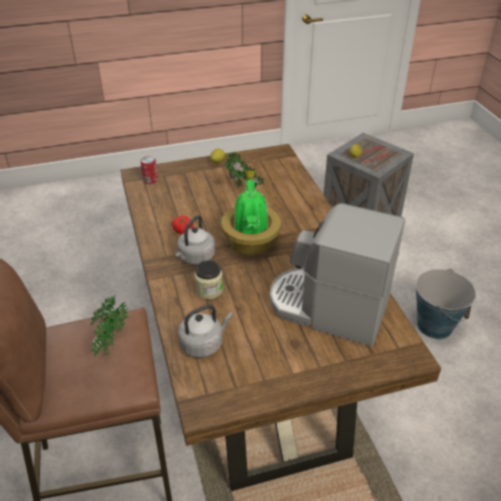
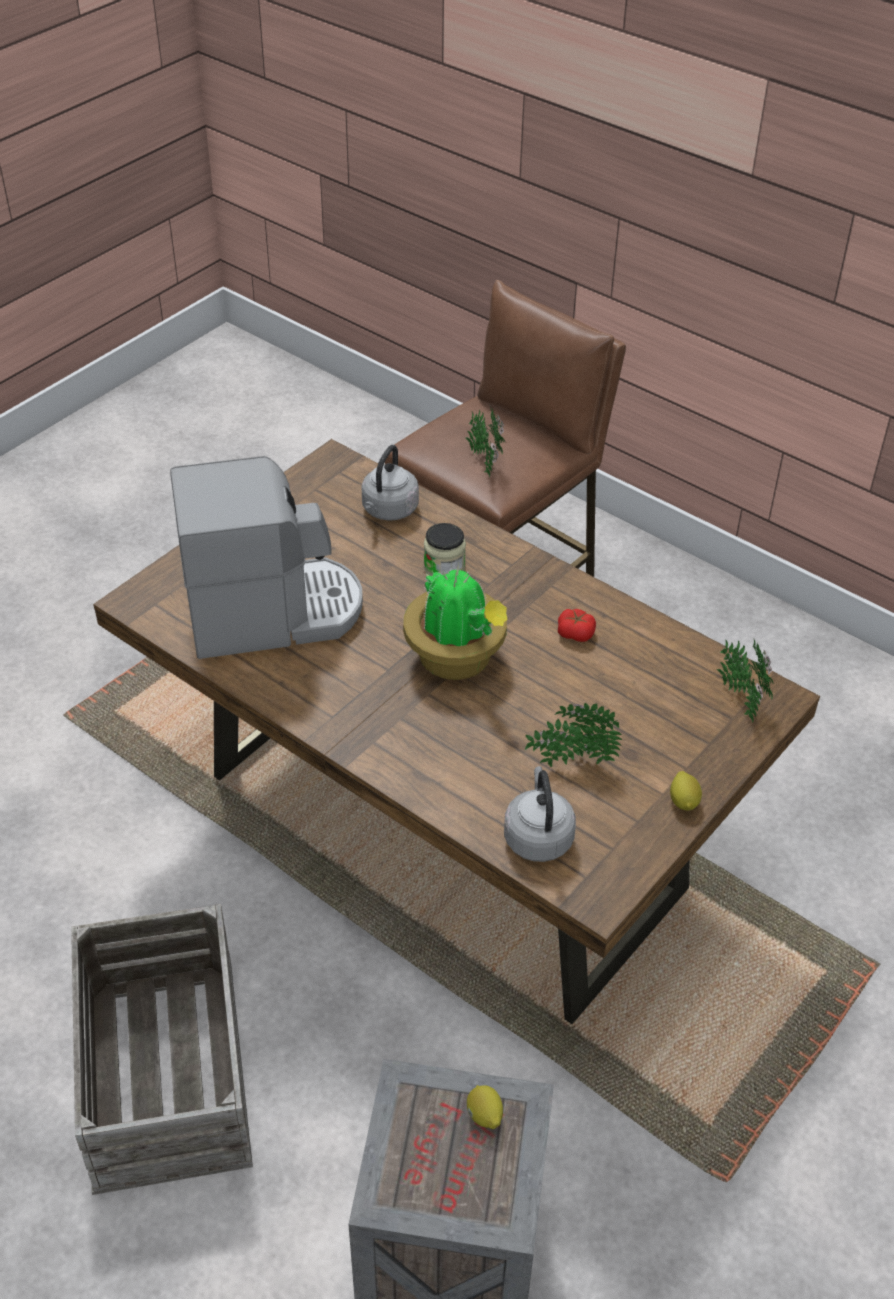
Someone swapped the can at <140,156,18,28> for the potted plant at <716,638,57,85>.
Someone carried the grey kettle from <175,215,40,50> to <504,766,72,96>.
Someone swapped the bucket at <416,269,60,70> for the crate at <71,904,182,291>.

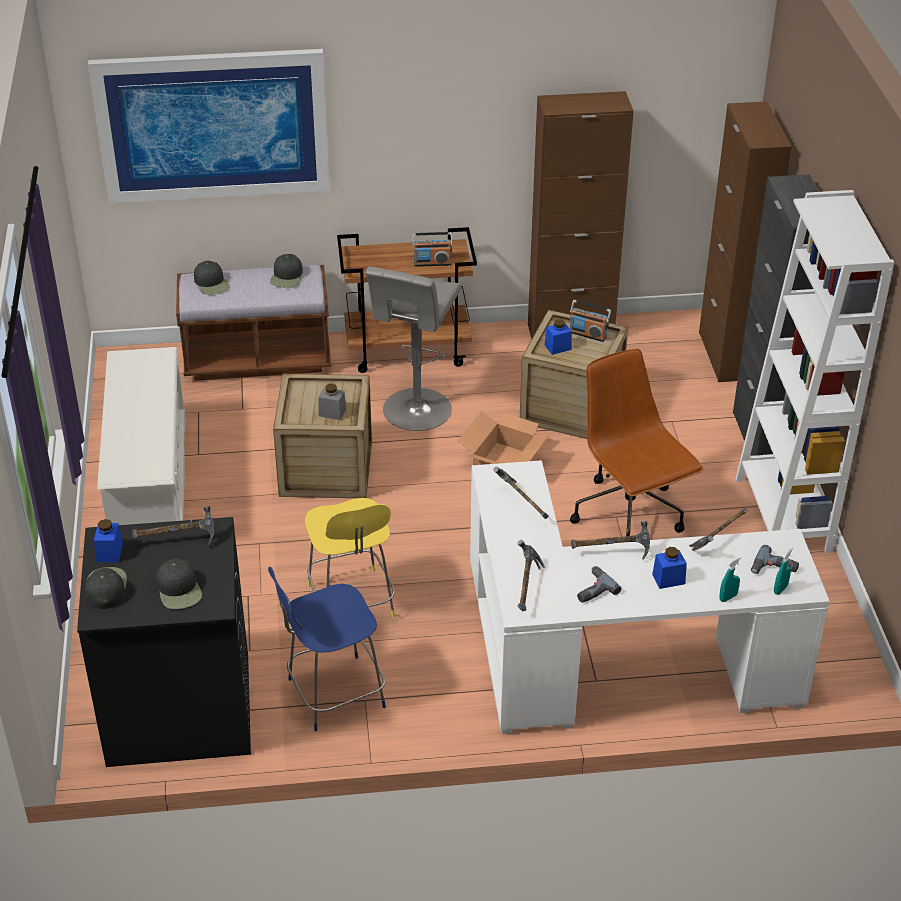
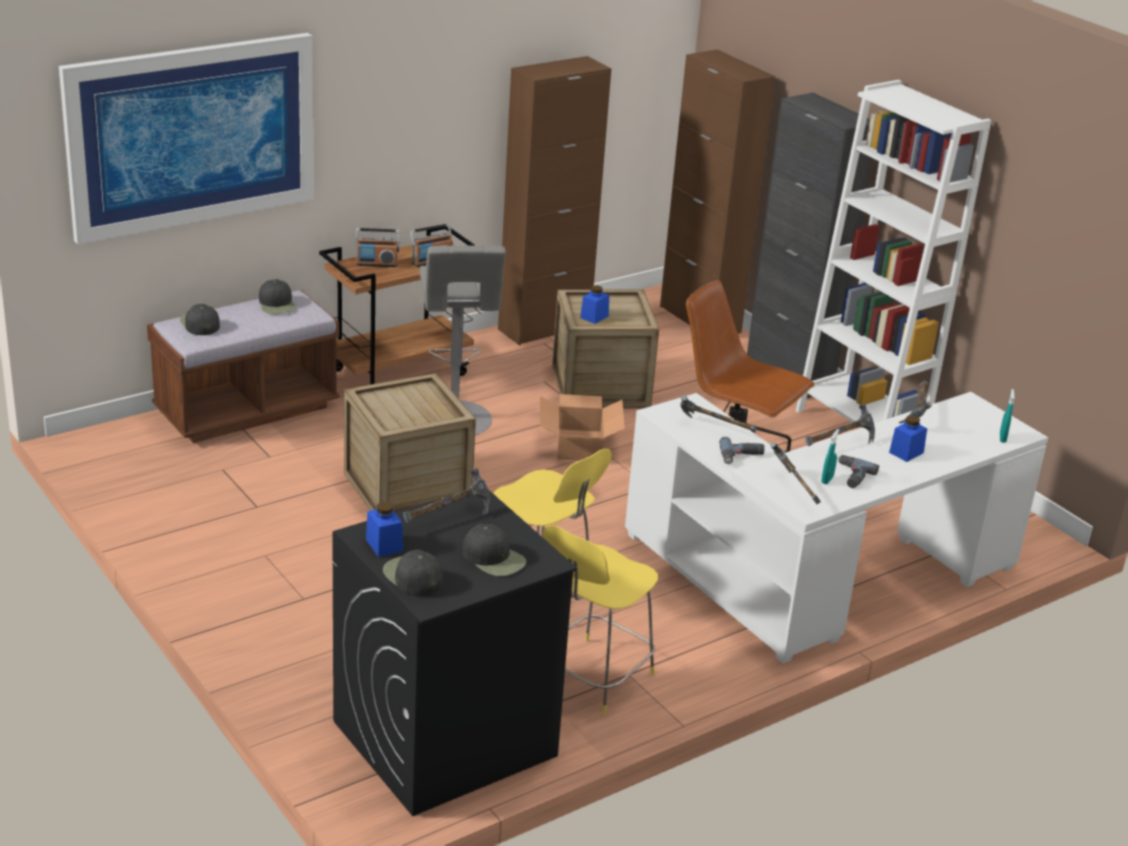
Someone took away the white shoe rack at <97,347,89,178>.
Someone rotated the black cap at <194,260,36,35> by 150 degrees counterclockwise.
Someone repainted the blue stool at <268,567,118,165>, which became the yellow stool at <543,525,115,191>.
Someone took away the grey jar at <319,384,27,36>.
Someone carried the radio from <570,300,41,42> to <355,228,45,39>.
Someone carried the turquoise spray bottle from <720,556,21,46> to <821,429,18,55>.
Someone carried the power drill from <751,545,48,29> to <719,437,45,27>.

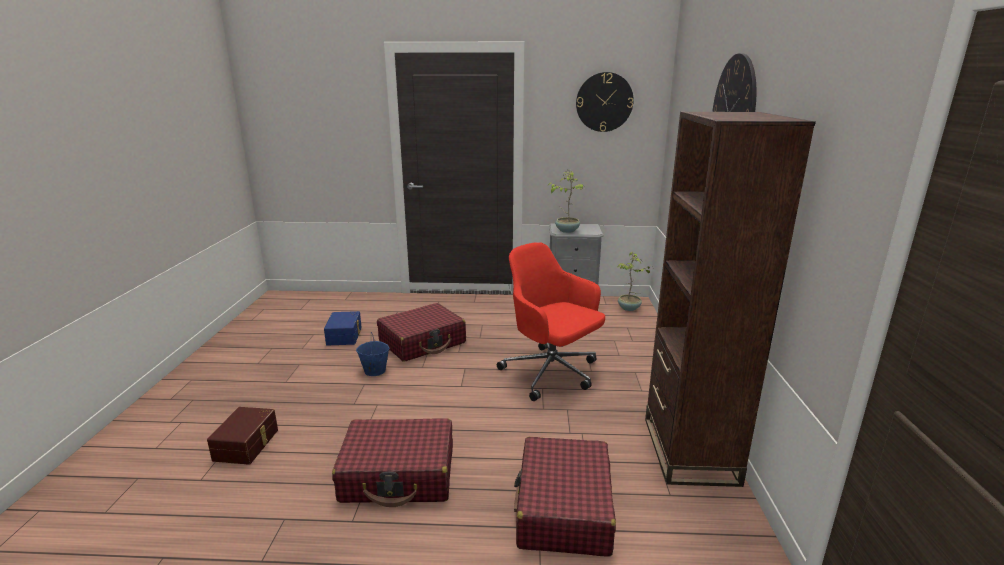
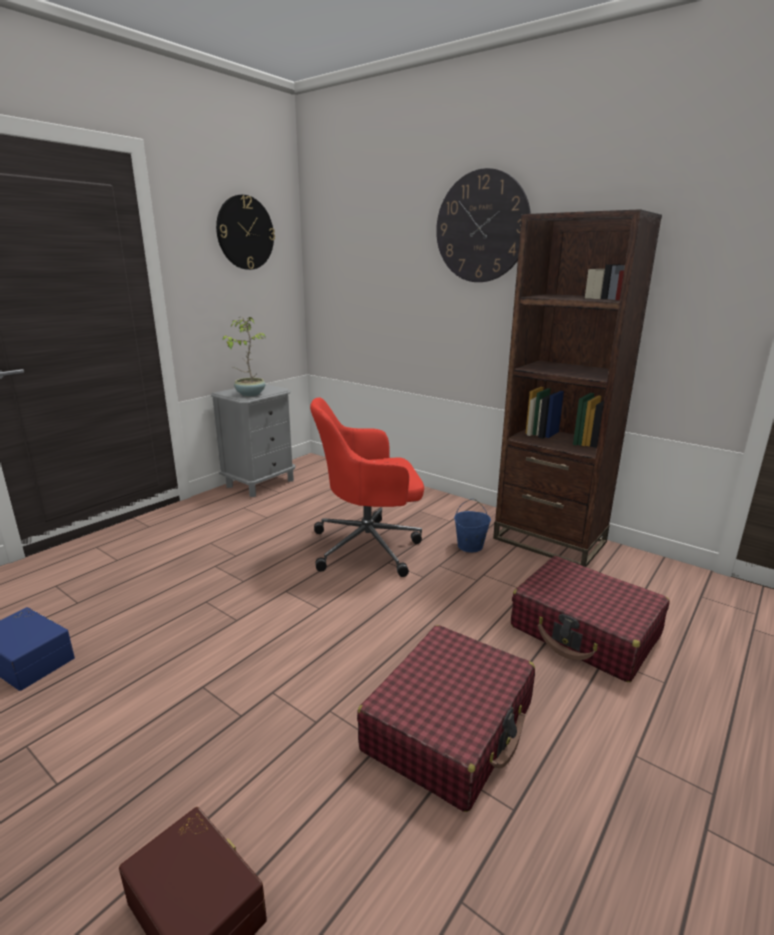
Someone carried the blue bucket from <356,332,33,44> to <454,499,37,53>.
Someone took away the red suitcase at <377,303,89,59>.
Someone took away the potted plant at <617,252,33,59>.

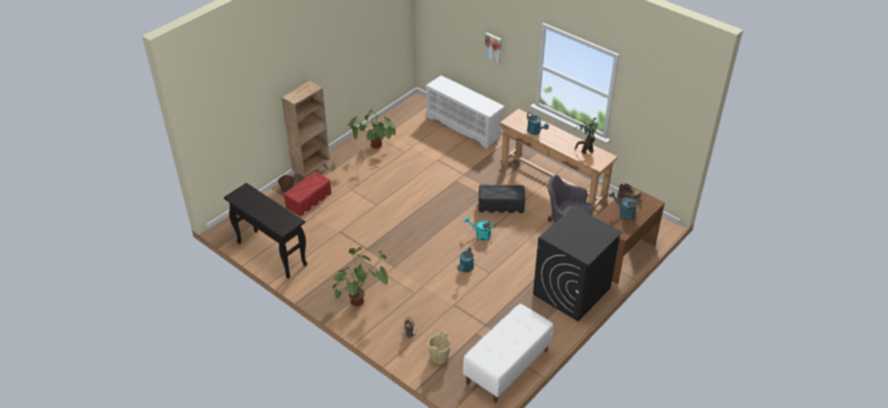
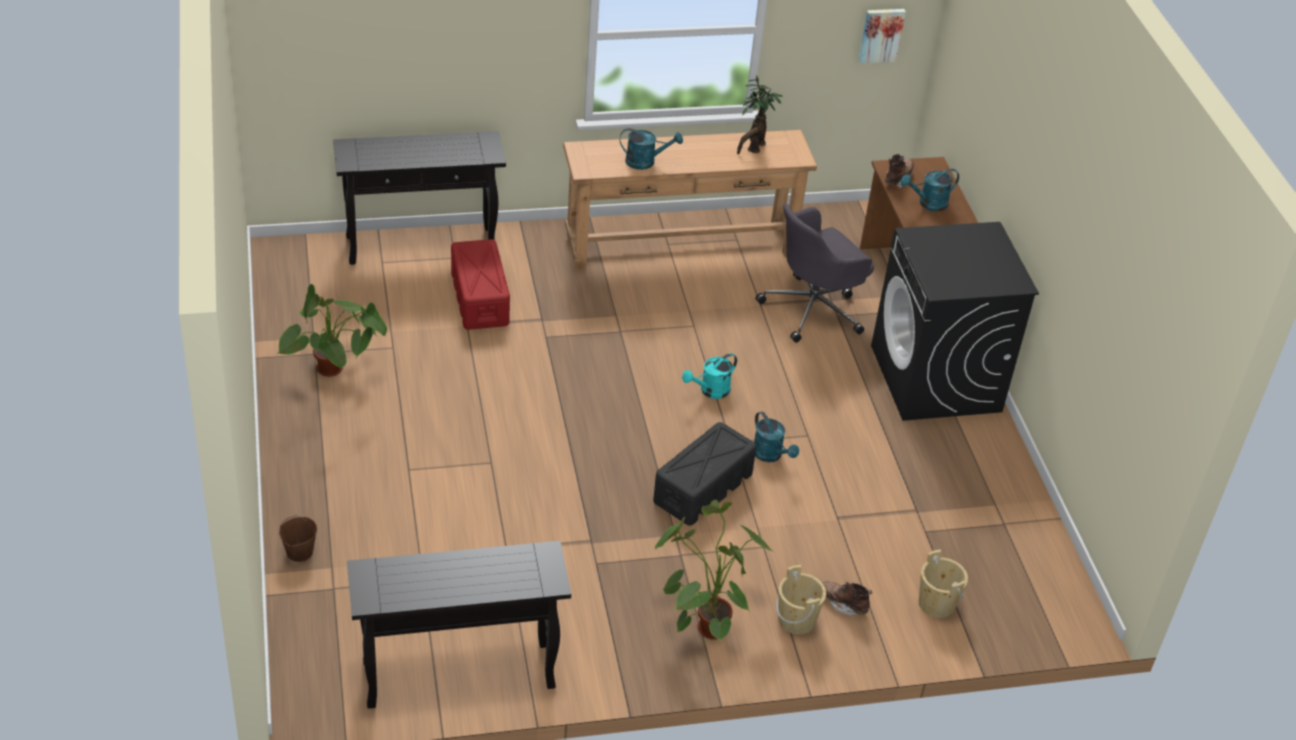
Someone took away the brown bookcase at <281,81,49,97>.
Someone carried the red storage box from <284,172,47,44> to <451,239,59,91>.
Someone swapped the white shoe rack at <426,75,79,73> for the black console table at <333,131,173,134>.
Someone took away the white bench at <463,304,91,99>.
Someone carried the black storage box from <479,185,46,28> to <653,422,103,103>.
Someone carried the picture from <485,33,17,31> to <858,9,48,55>.
Someone put down the beige bucket at <776,565,50,69>.

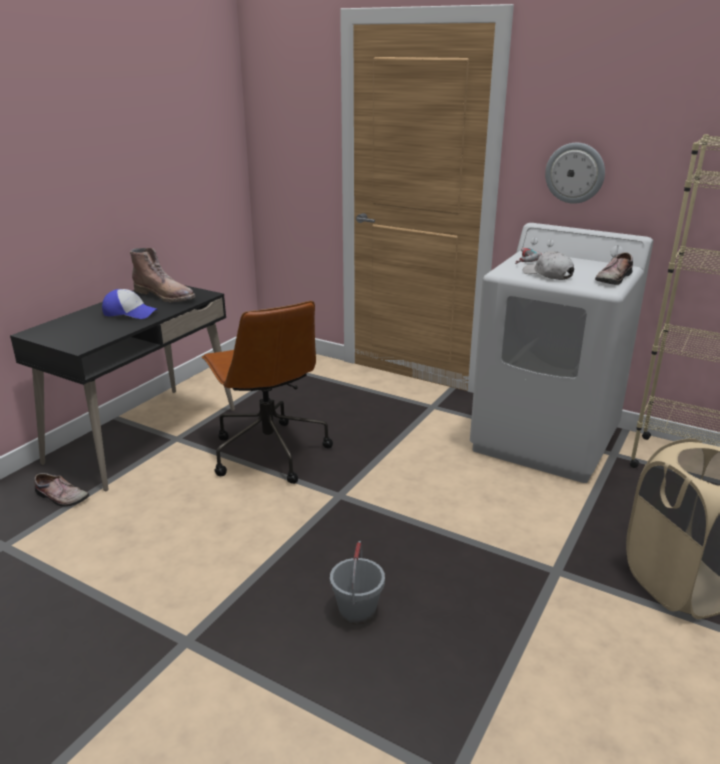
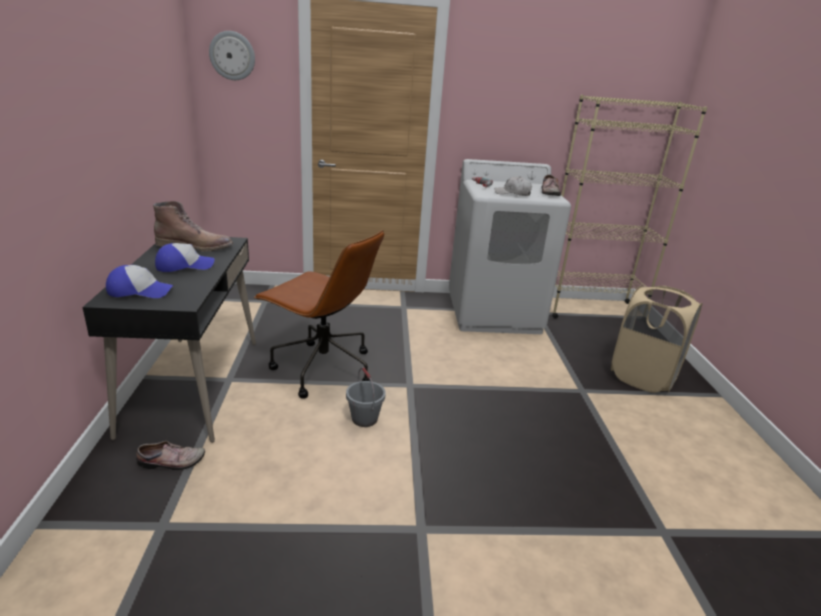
Someone carried the grey bucket from <330,541,55,84> to <346,367,39,60>.
Someone carried the wall clock from <545,143,60,61> to <209,31,46,49>.
Someone put down the cap at <106,265,67,33>.

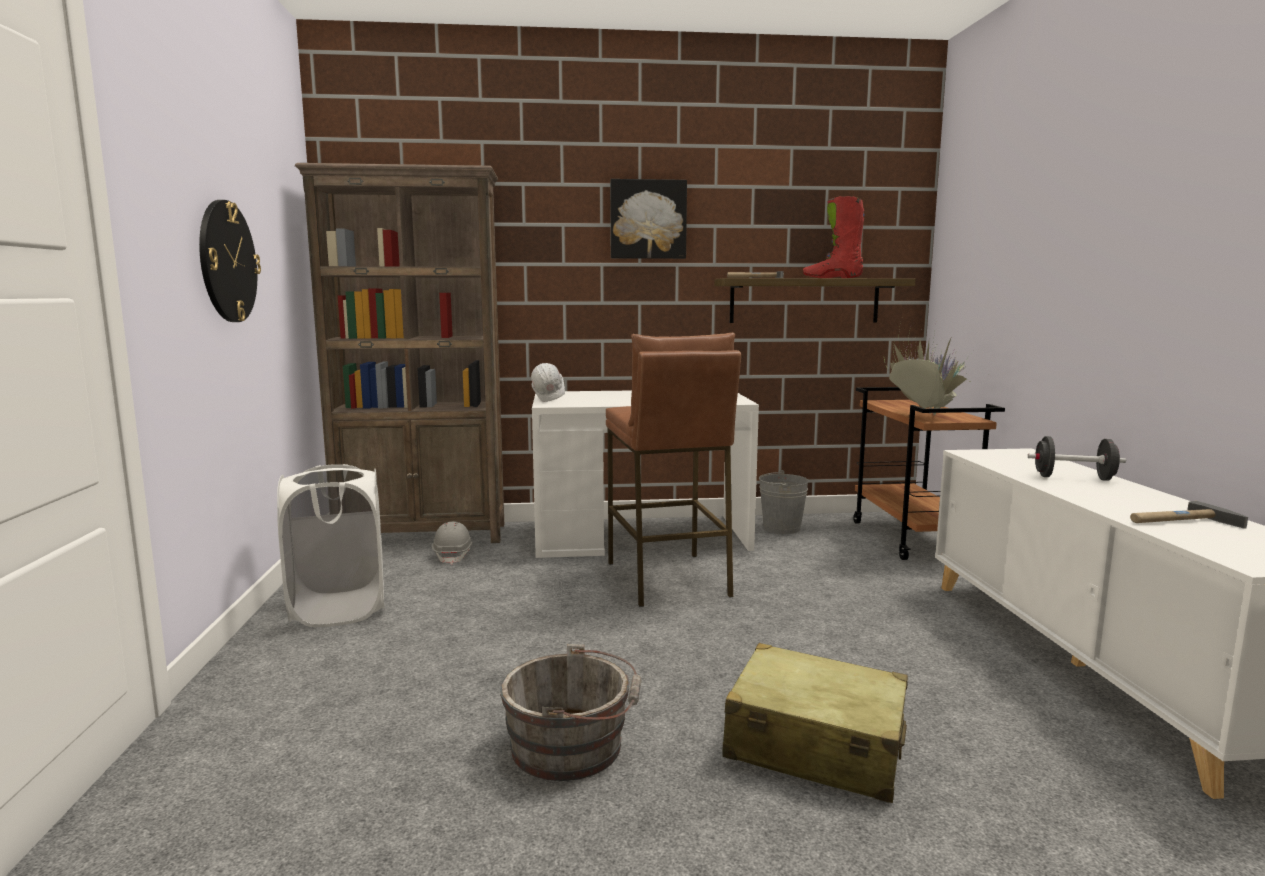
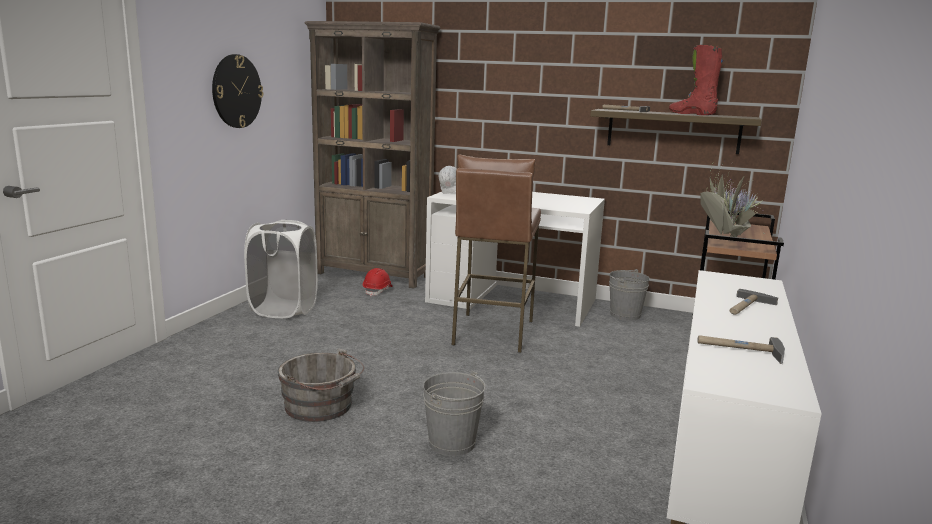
Someone repainted the grey hard hat at <432,521,41,44>, which became the red hard hat at <363,268,30,28>.
Someone took away the picture at <610,179,77,80>.
Someone swapped the beige suitcase at <722,643,186,160> for the grey bucket at <423,371,63,85>.
Someone swapped the black dumbbell at <1028,436,98,45> for the hammer at <730,289,48,26>.

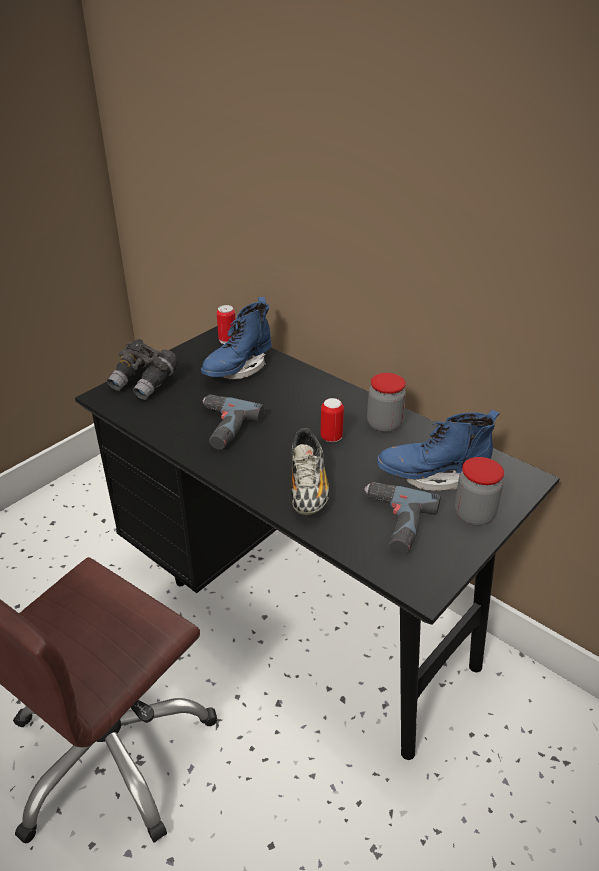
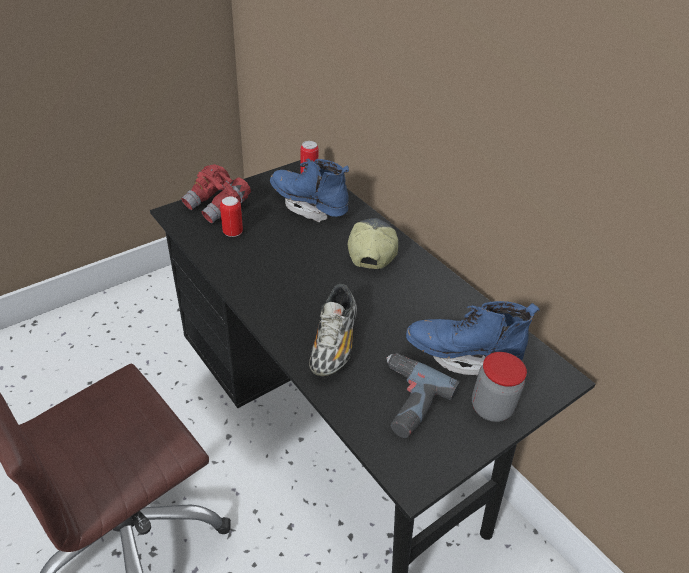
Someone repainted the grey binoculars at <107,339,71,61>, which became the red binoculars at <181,164,70,59>.
Someone rotated the blue boot at <201,297,71,82> by 75 degrees clockwise.
Someone took away the power drill at <202,395,62,55>.
Someone carried the can from <321,398,23,44> to <220,196,23,41>.
Someone took away the jar at <367,373,39,59>.
Someone put down the cap at <348,218,50,52>.

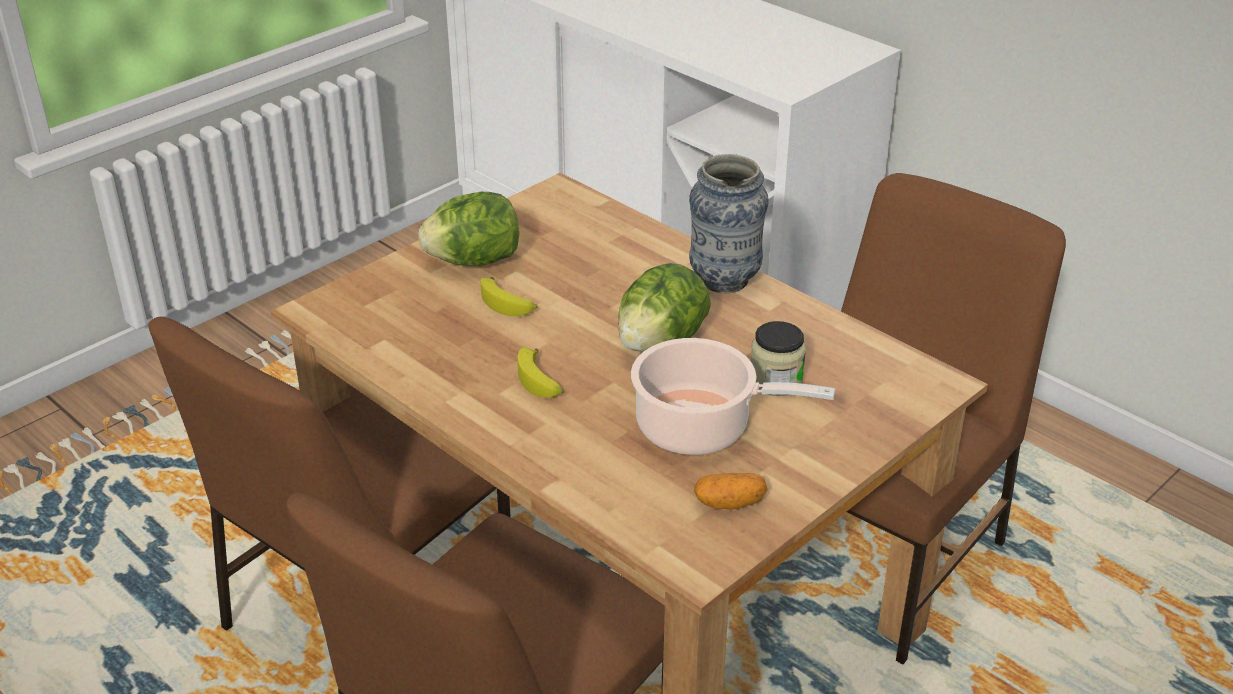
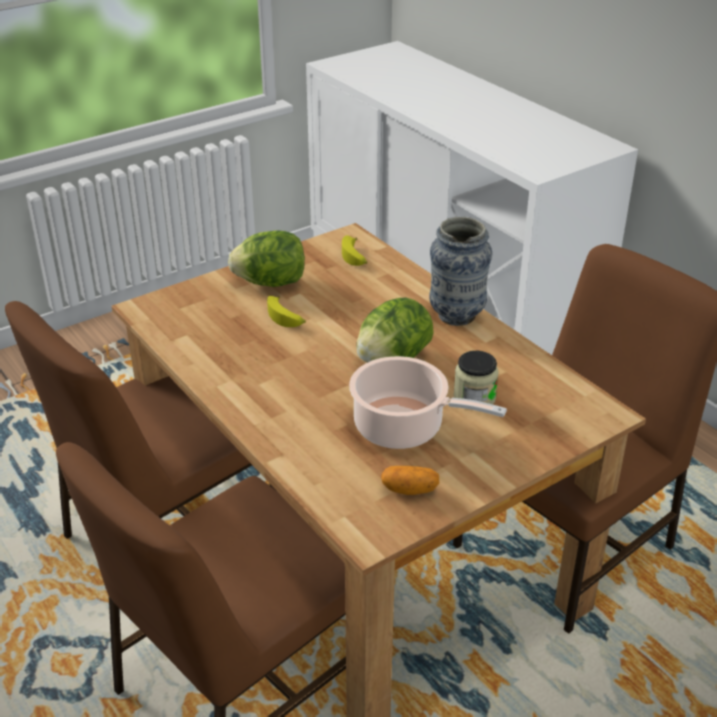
Someone carried the banana from <518,348,46,50> to <342,235,25,31>.

